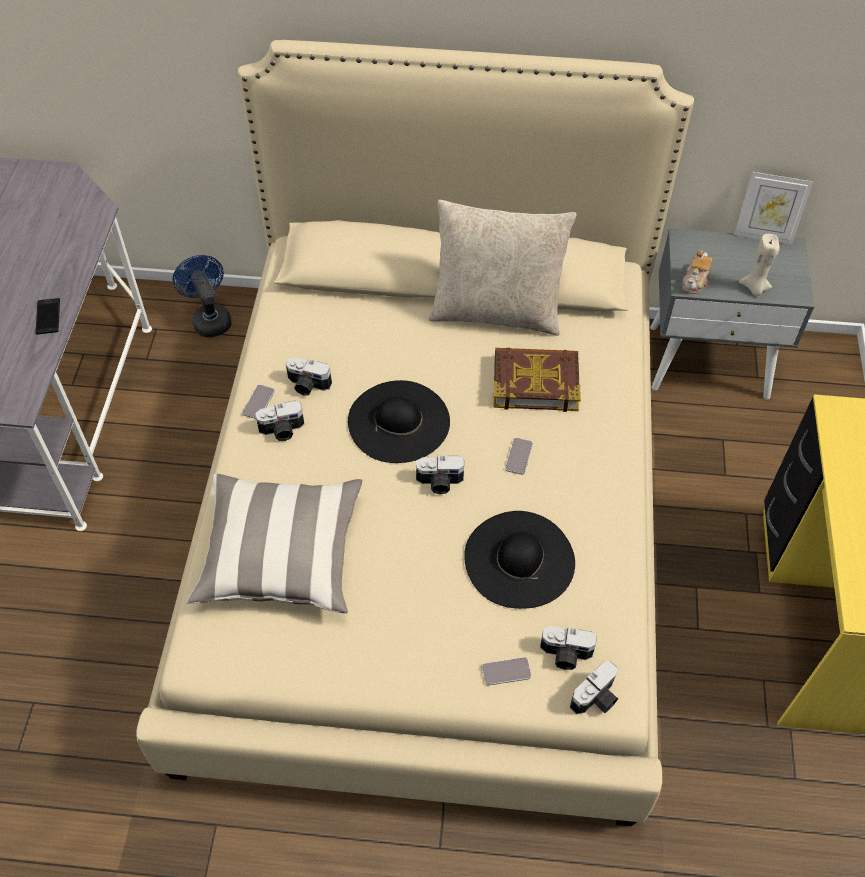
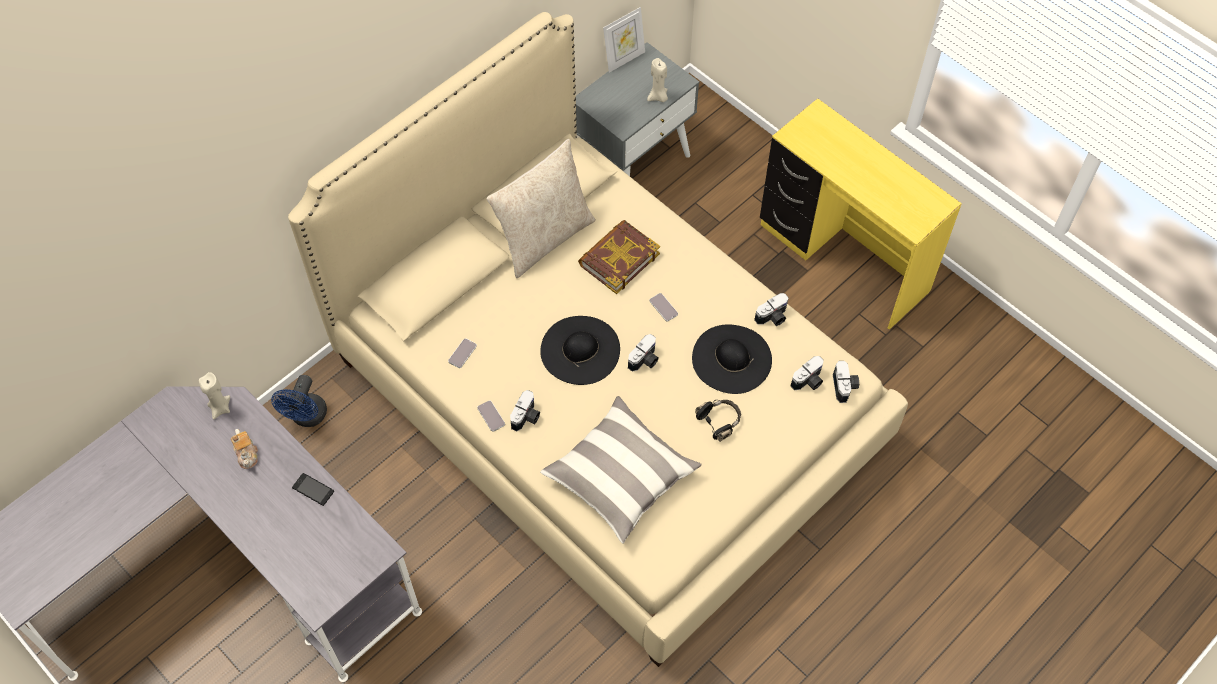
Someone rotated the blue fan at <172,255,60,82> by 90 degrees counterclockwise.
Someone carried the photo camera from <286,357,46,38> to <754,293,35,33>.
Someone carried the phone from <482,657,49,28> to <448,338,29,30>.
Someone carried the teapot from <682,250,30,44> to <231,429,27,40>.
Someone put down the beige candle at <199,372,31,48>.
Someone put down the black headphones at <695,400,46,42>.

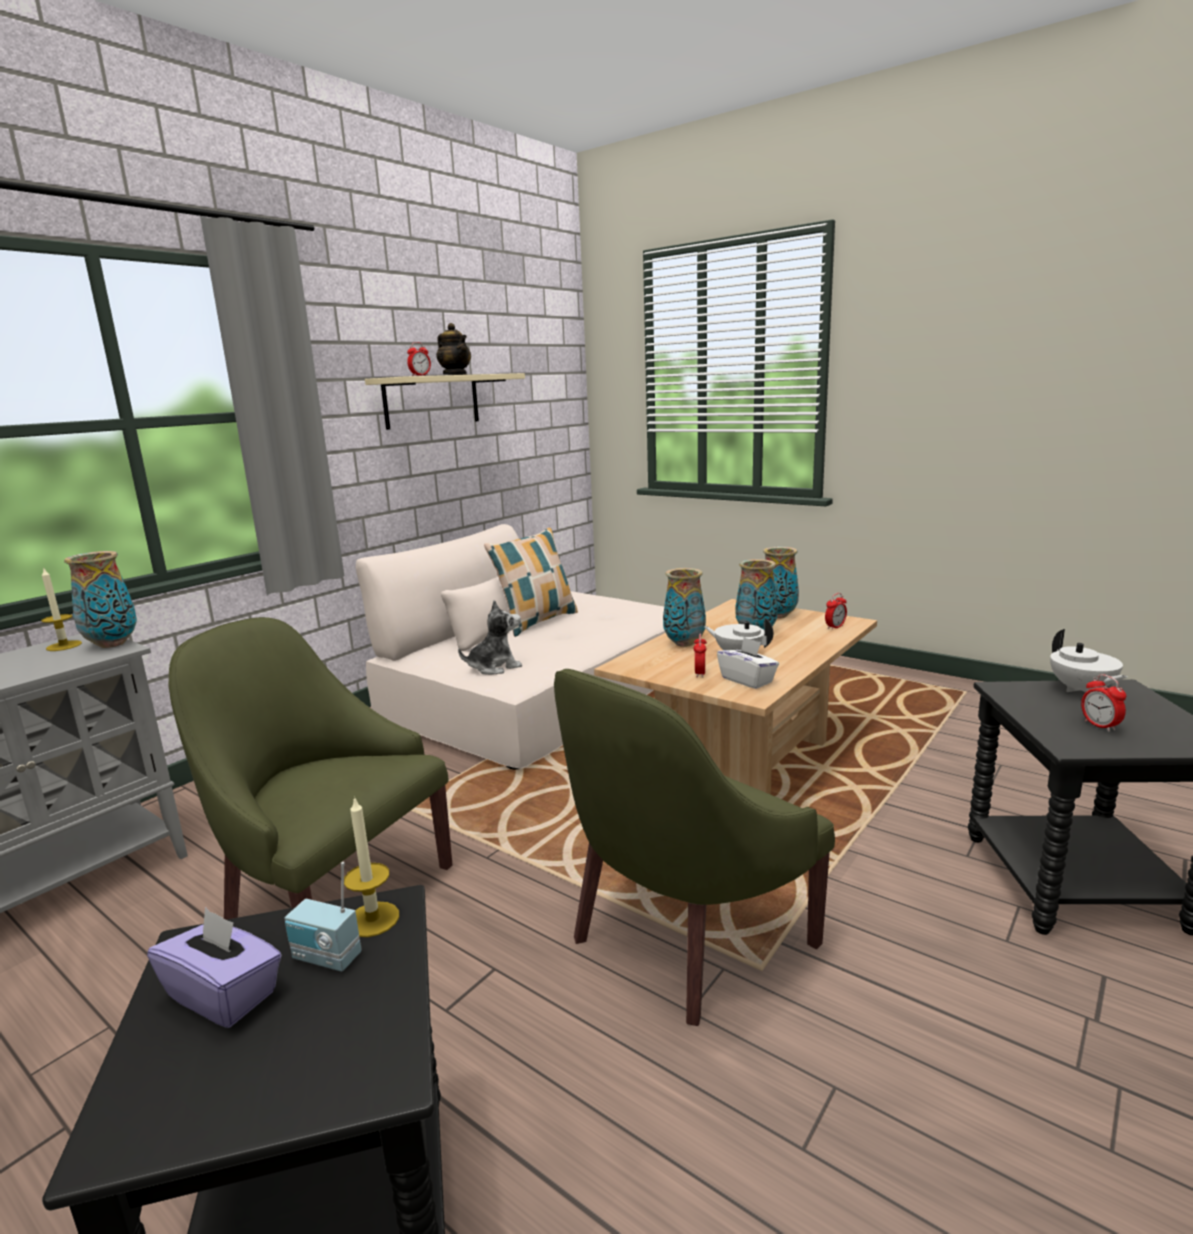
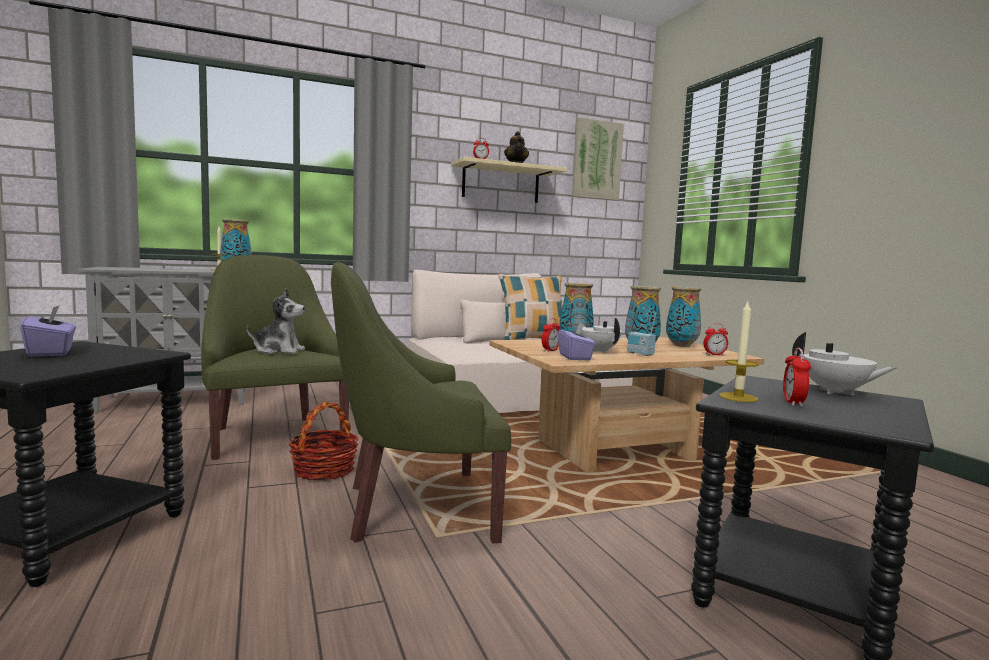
Someone carried the radio from <285,862,77,109> to <627,312,30,44>.
Someone carried the candle from <344,796,55,141> to <719,300,40,102>.
Someone carried the plush toy from <458,600,64,75> to <247,289,58,65>.
Someone repainted the white tissue box at <717,637,62,52>, which became the purple tissue box at <558,323,38,37>.
Someone rotated the white teapot at <1050,629,78,64> by 60 degrees counterclockwise.
Someone put down the basket at <288,402,70,78>.
Someone put up the picture at <572,117,52,84>.

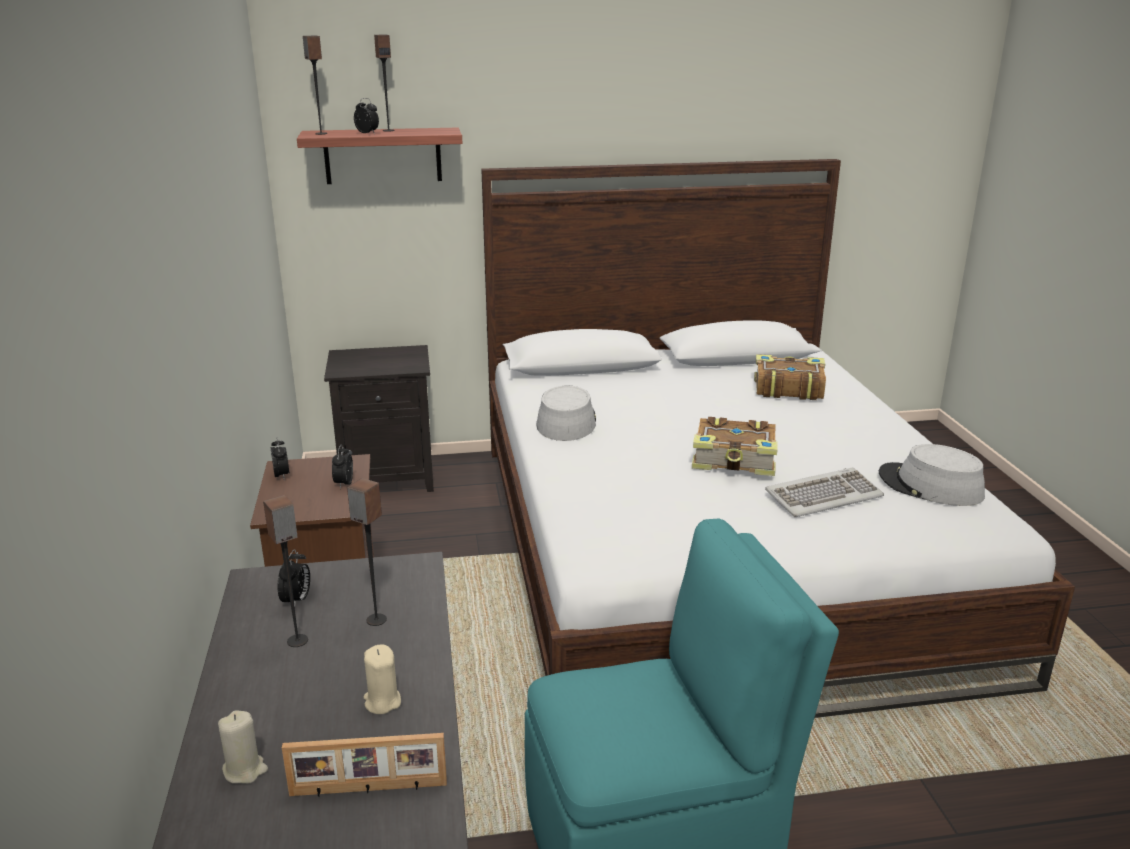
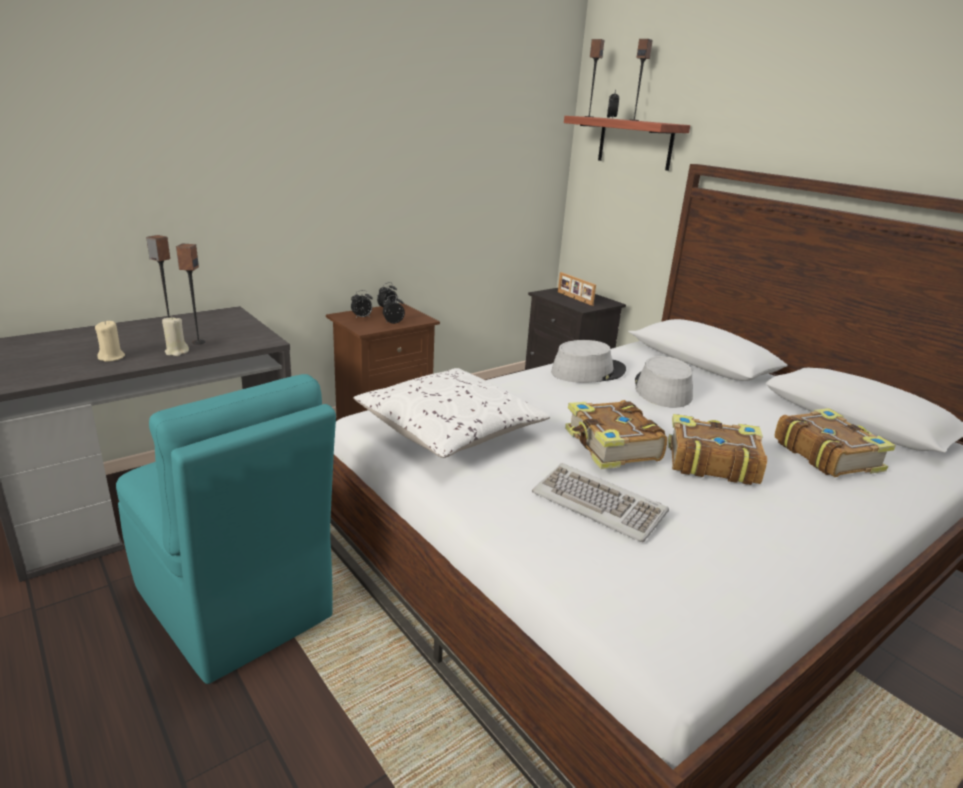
Someone carried the beige candle from <218,710,50,74> to <162,316,27,40>.
Someone carried the alarm clock from <277,549,33,57> to <351,290,22,28>.
Someone carried the picture frame from <282,733,165,64> to <558,272,38,34>.
Someone carried the grey hat from <878,444,107,62> to <635,356,58,52>.
Someone put down the white pillow at <353,368,197,90>.
Someone put down the book at <668,414,99,71>.

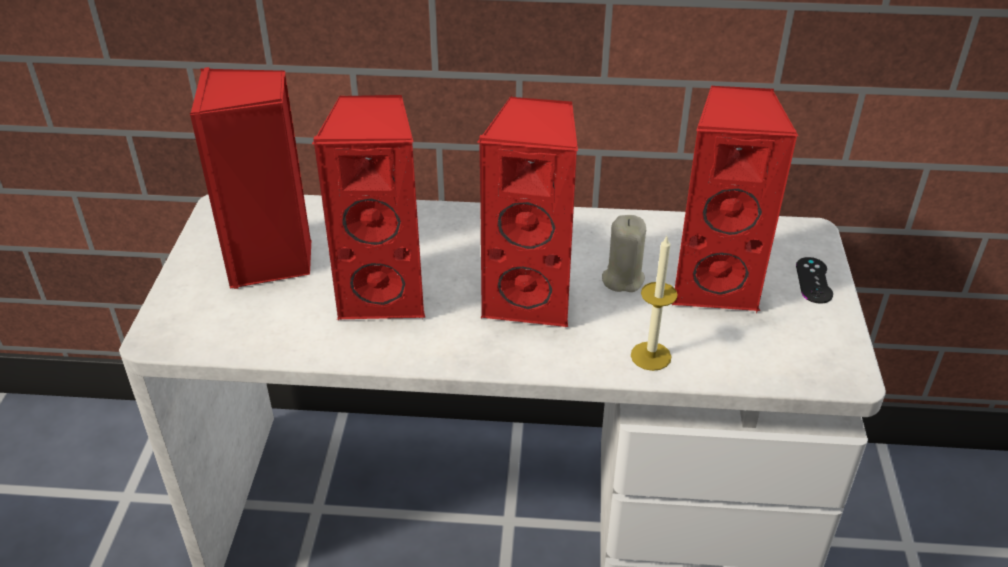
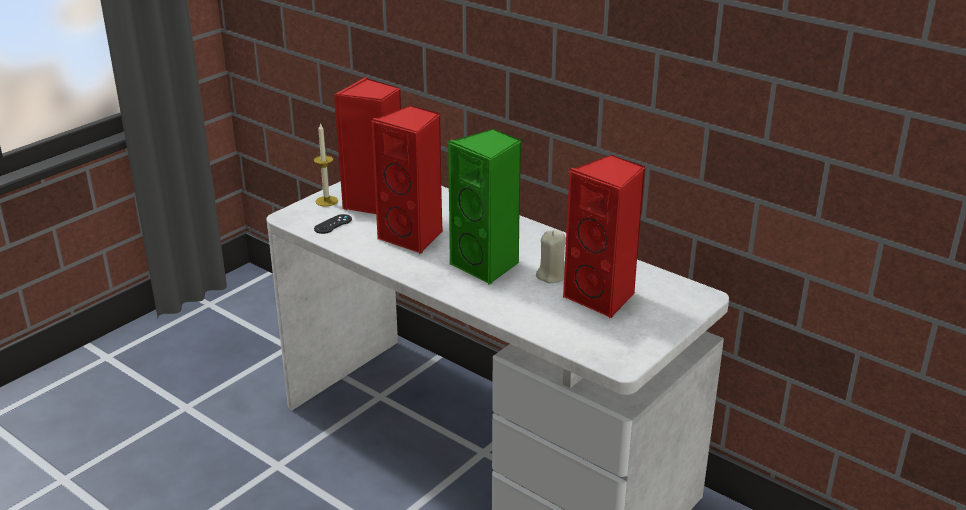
Someone repainted the red speaker at <477,96,101,231>, which became the green speaker at <448,129,74,156>.
Someone carried the candle from <631,236,47,135> to <314,123,24,84>.
Someone carried the black game controller from <796,257,37,46> to <314,214,38,20>.

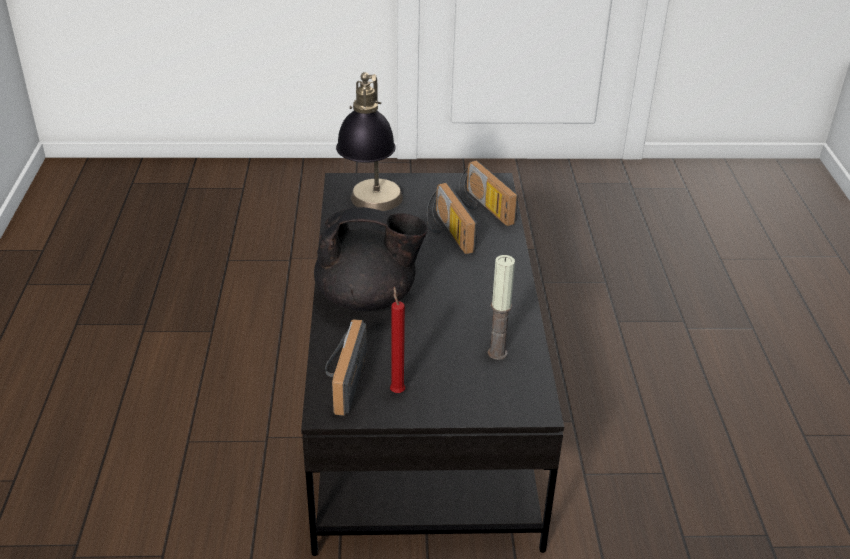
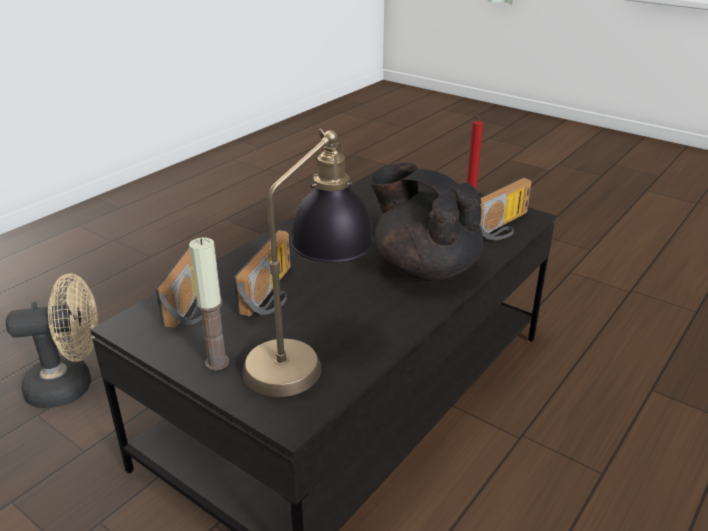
Someone carried the candle from <488,255,27,105> to <189,238,40,132>.
Someone put down the beige fan at <6,273,92,135>.

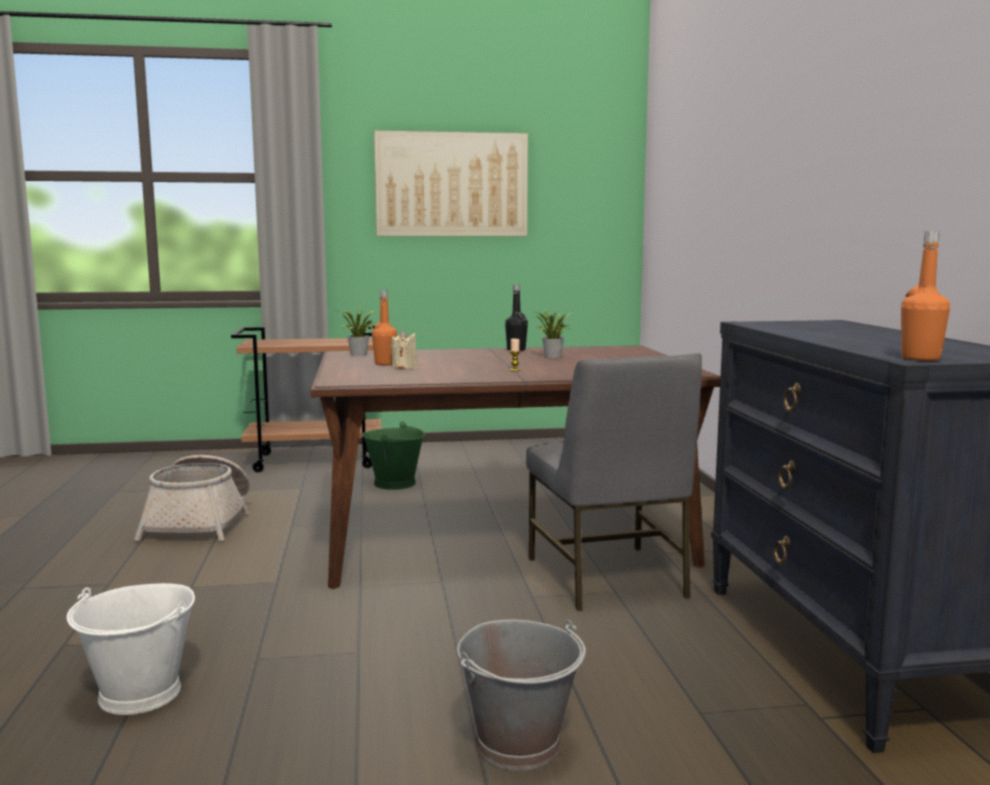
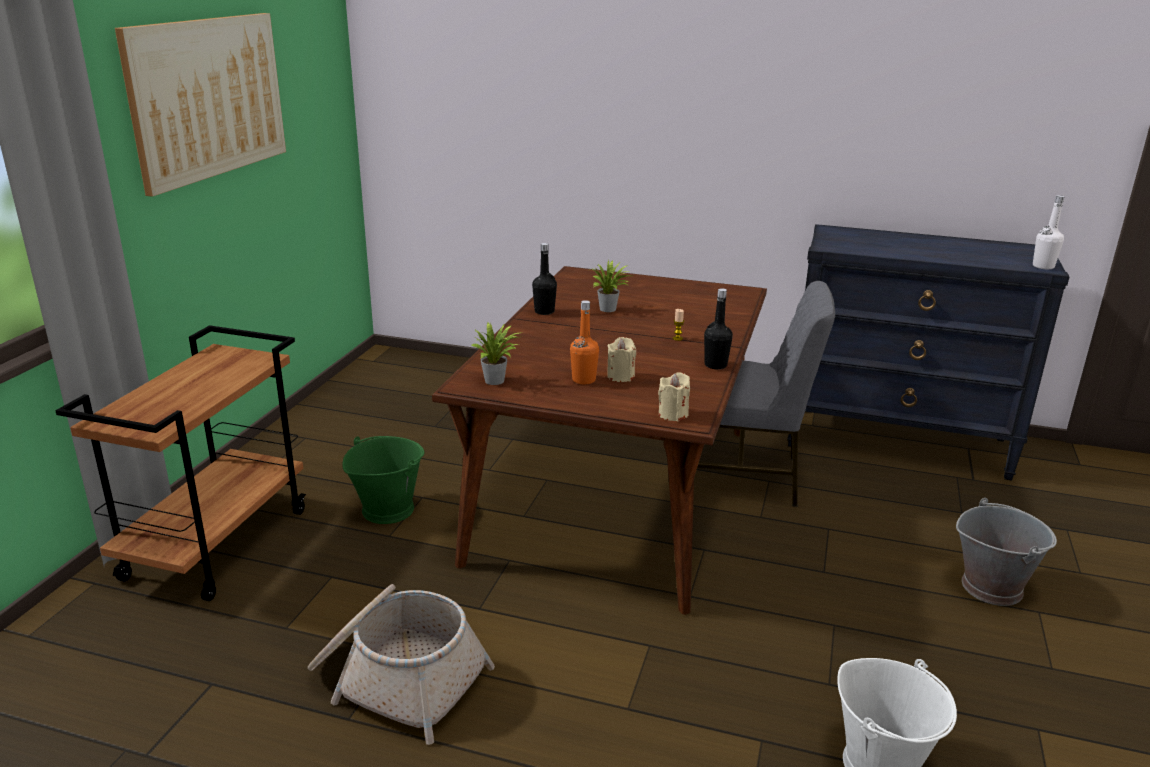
Someone repainted the orange bottle at <901,231,49,130>, which became the white bottle at <1033,195,31,74>.
Someone put down the beige candle at <658,372,32,49>.
Someone put down the black bottle at <704,288,29,81>.

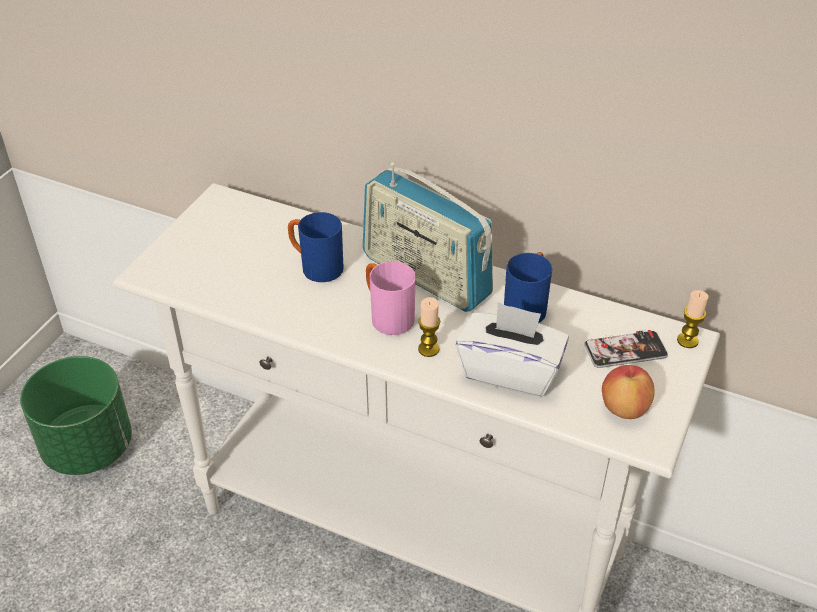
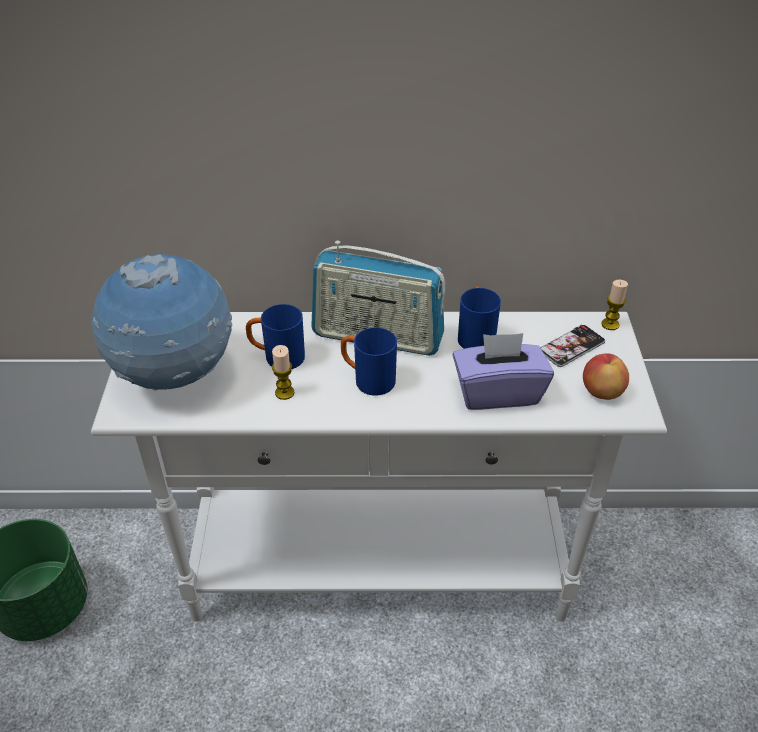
Someone repainted the pink mug at <366,261,50,74>, which became the blue mug at <341,327,56,69>.
Someone carried the candle from <418,297,22,60> to <272,345,22,55>.
Someone repainted the white tissue box at <456,302,113,95>, which became the purple tissue box at <453,333,101,77>.
Someone put down the globe at <91,254,141,136>.

